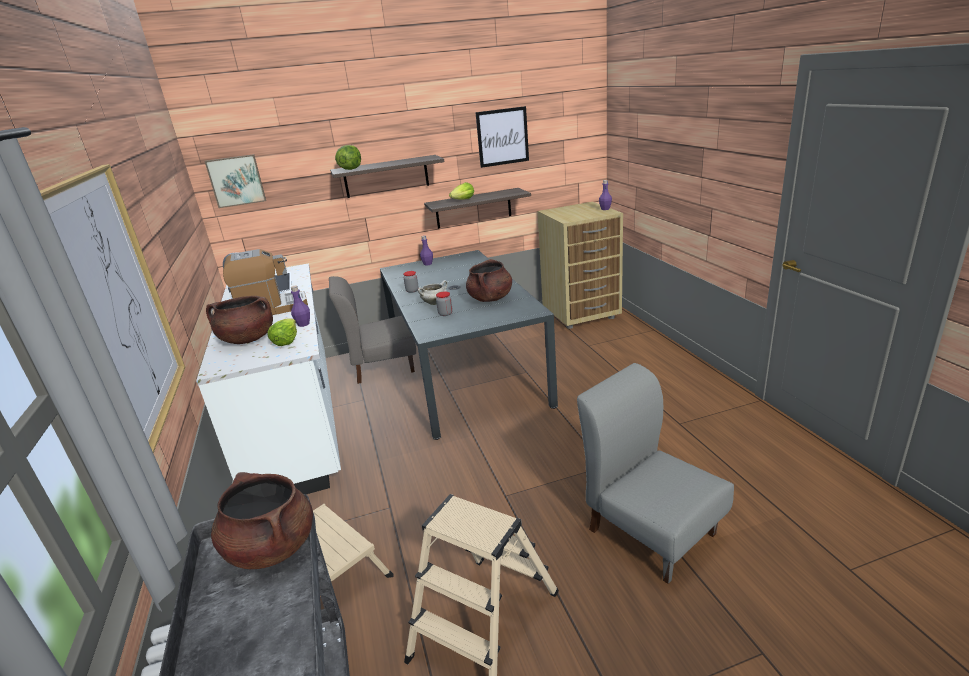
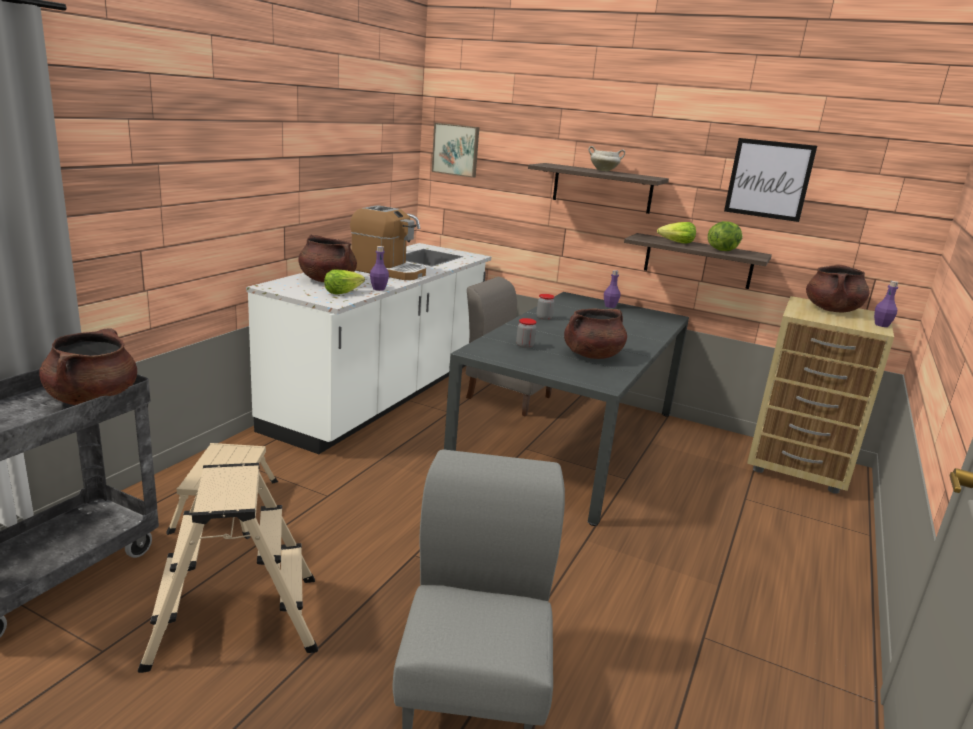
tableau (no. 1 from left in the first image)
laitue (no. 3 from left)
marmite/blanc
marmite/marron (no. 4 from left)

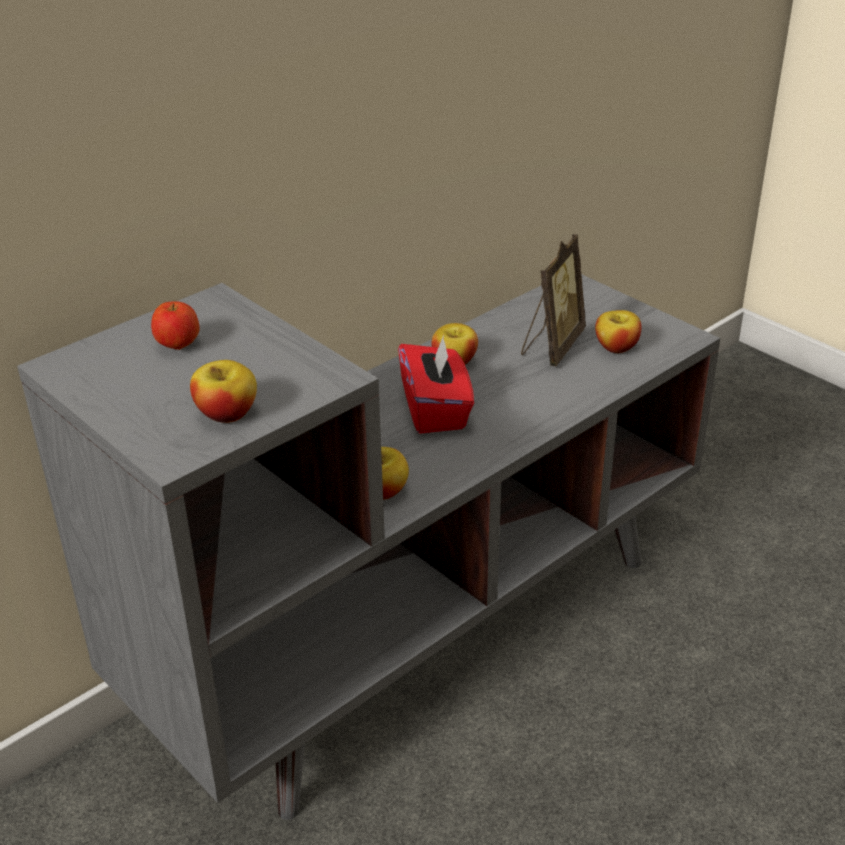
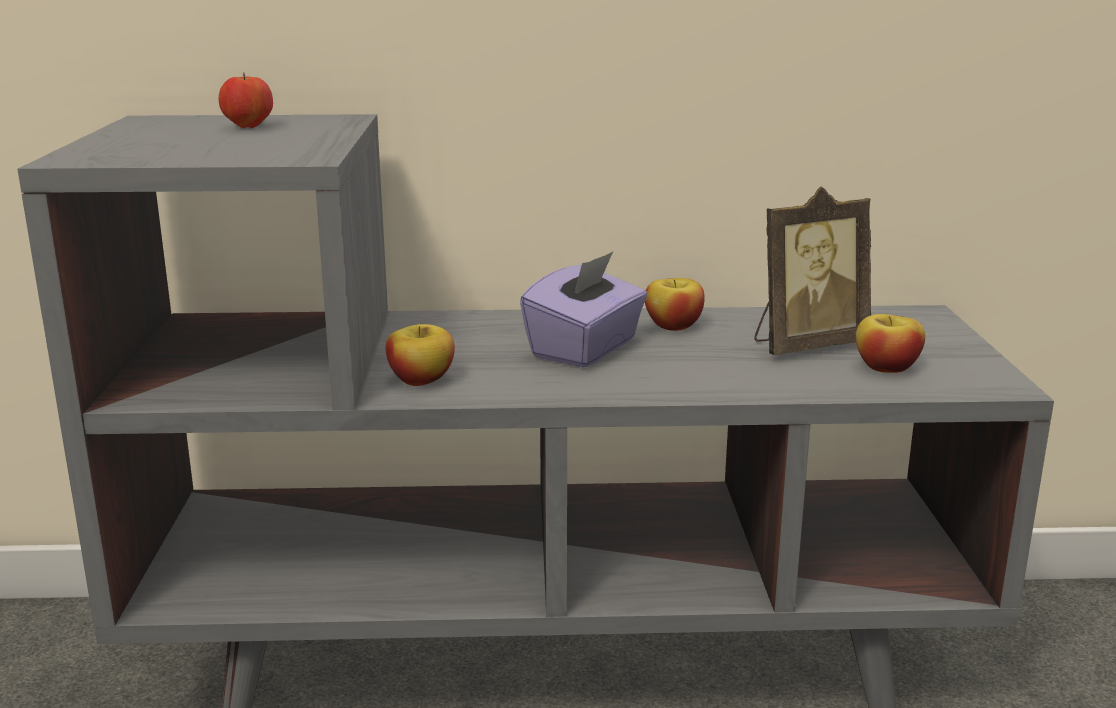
pomme (no. 2 from left in the first image)
boîte à mouchoirs/violet

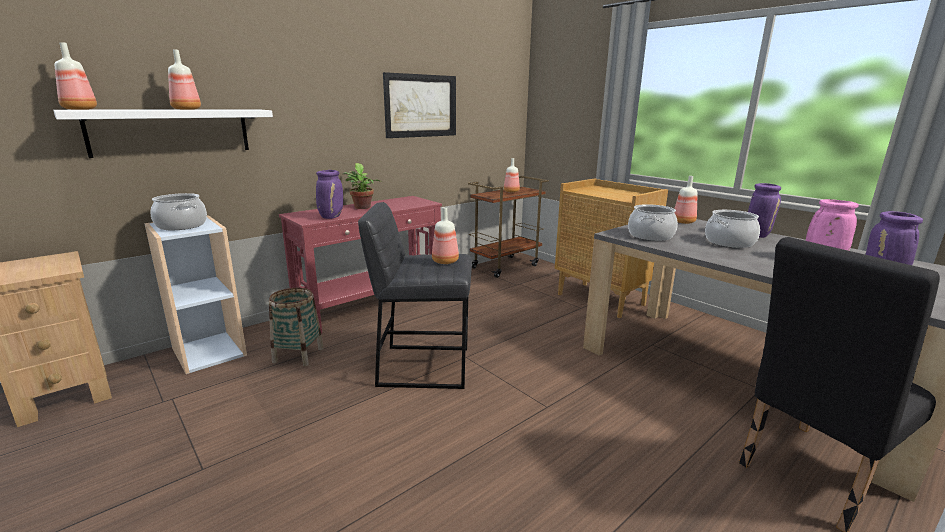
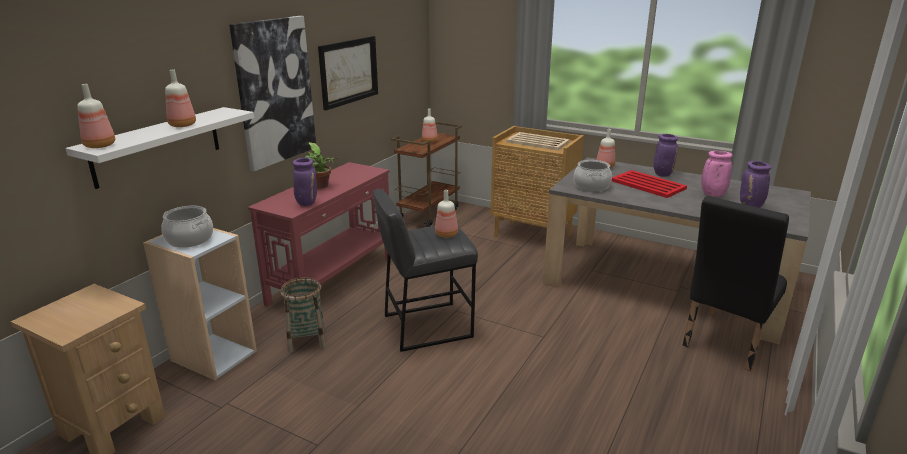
plateau/rouge
tableau (no. 1 from left)
plateau/beige

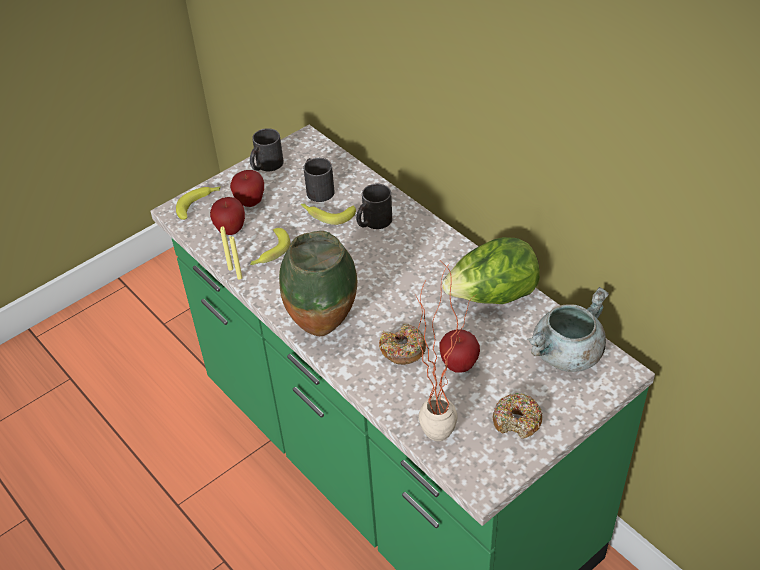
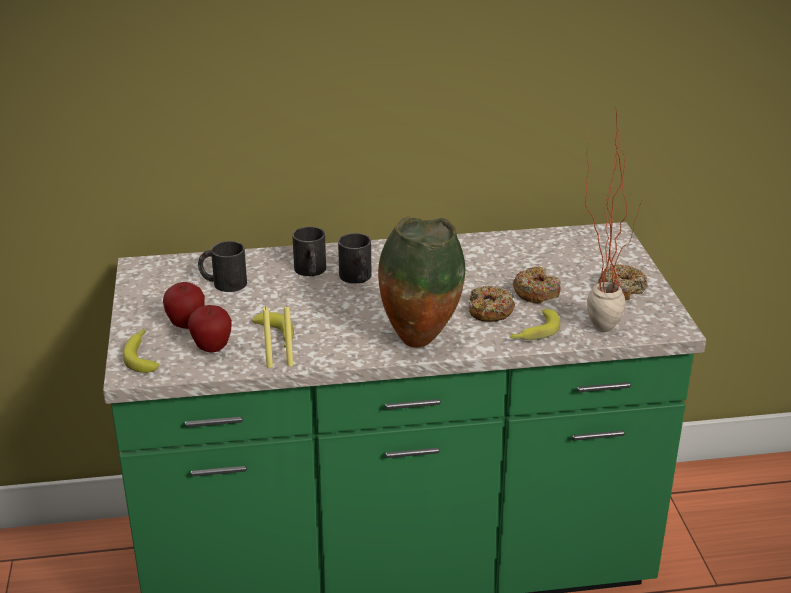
mug/noir (no. 3 from left)
banane (no. 3 from left)
beignet (no. 2 from left)
laitue
marmite/gris

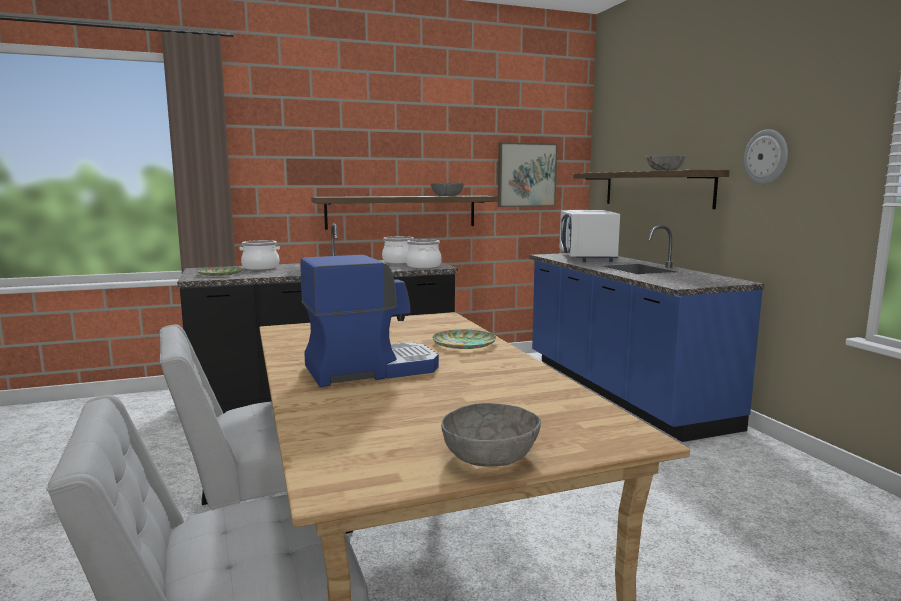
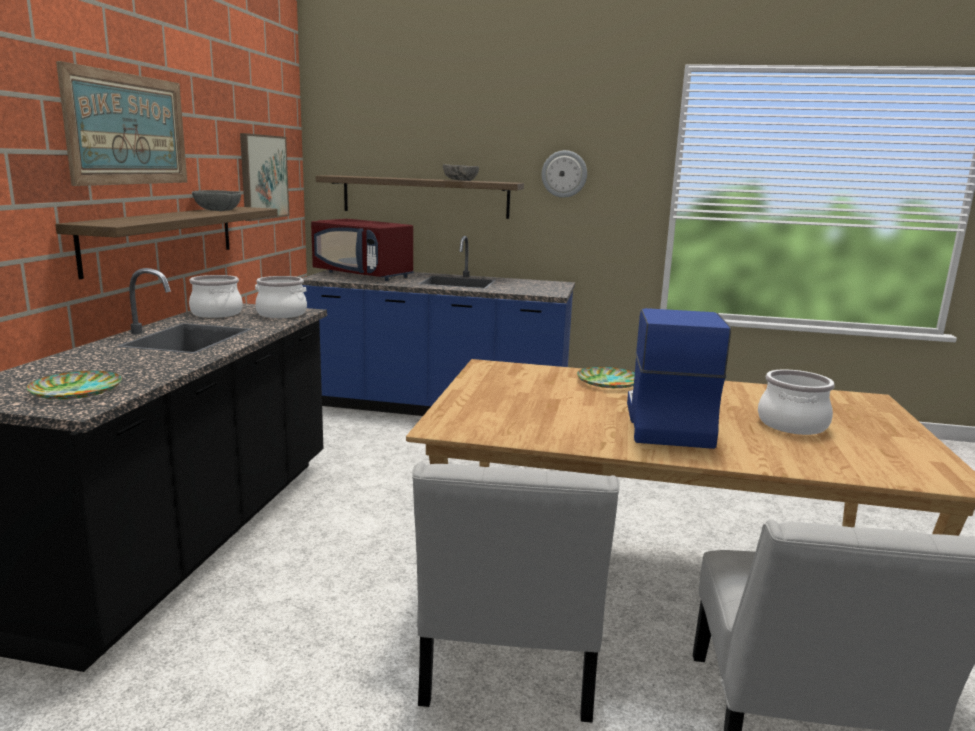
marmite (no. 3 from left)
bol/gris (no. 2 from left in the first image)
micro-ondes/rouge
tableau (no. 1 from left)

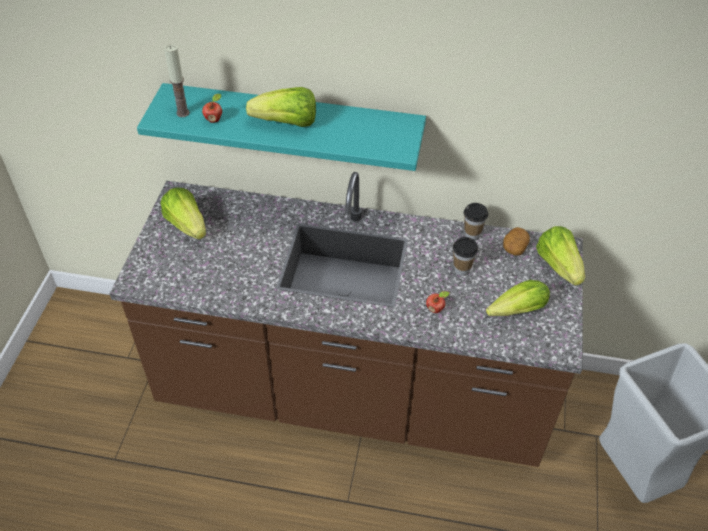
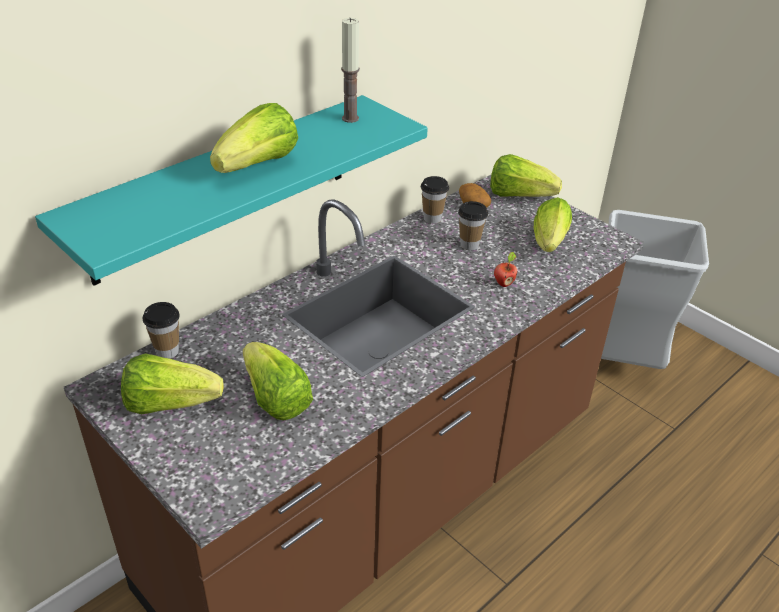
bougie
pomme (no. 1 from left in the first image)
tasse (no. 1 from left)
laitue (no. 3 from left)

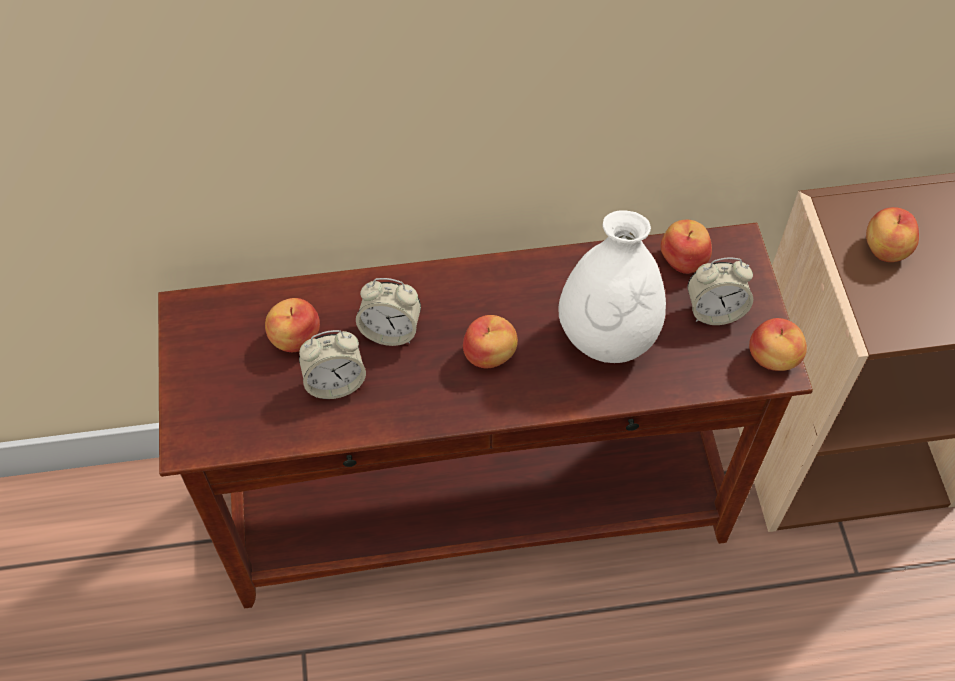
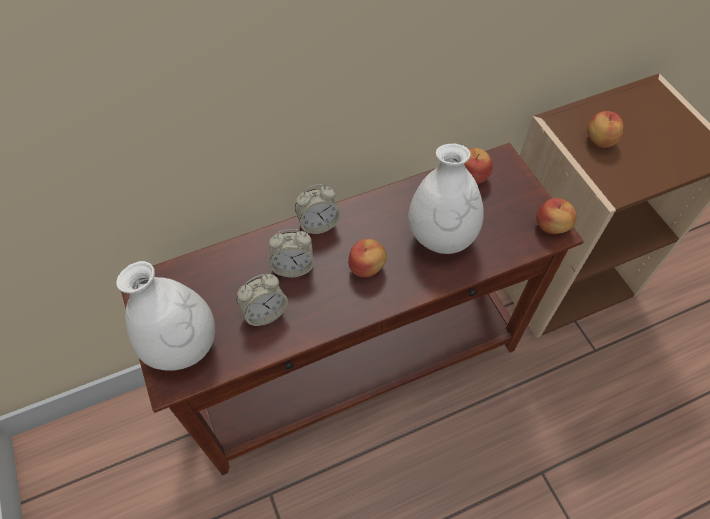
pomme (no. 1 from left in the first image)
réveil (no. 3 from left)
vase/blanc (no. 1 from left)

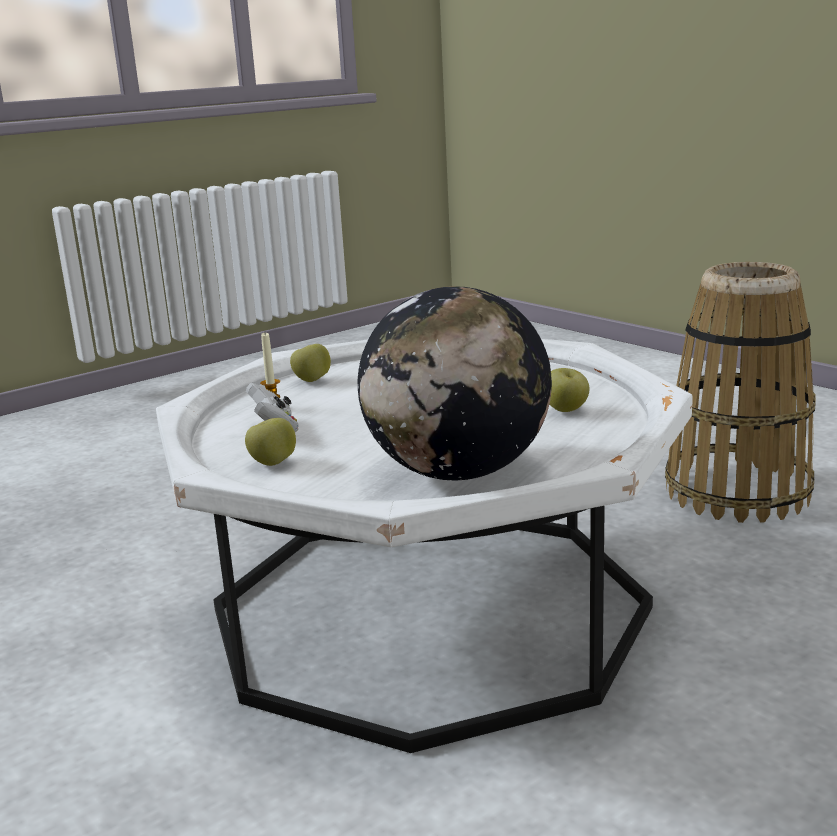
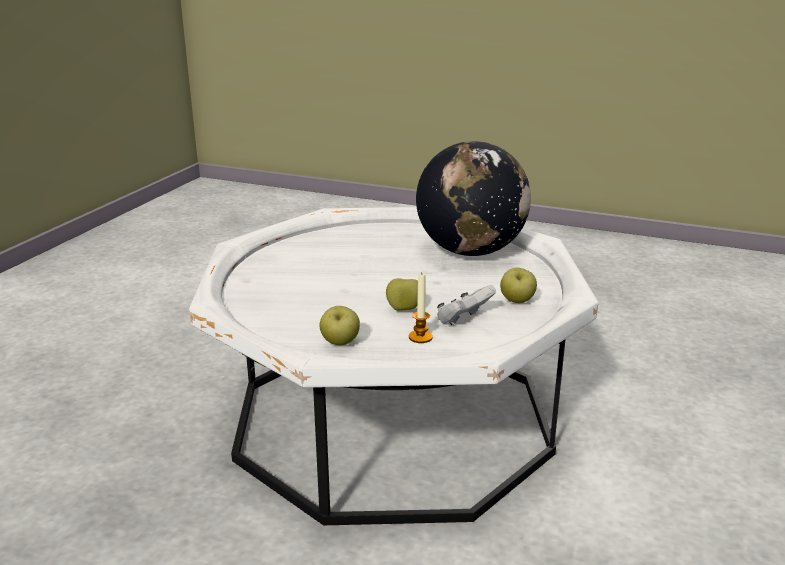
pomme (no. 2 from left)
panier

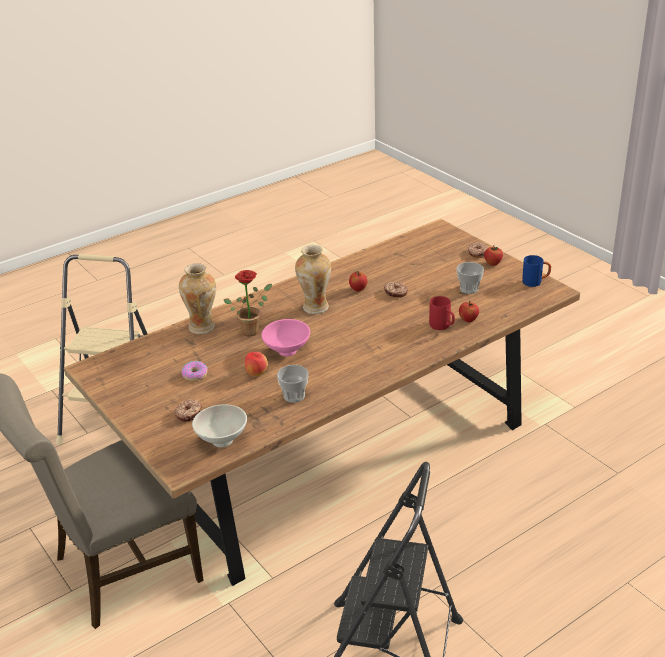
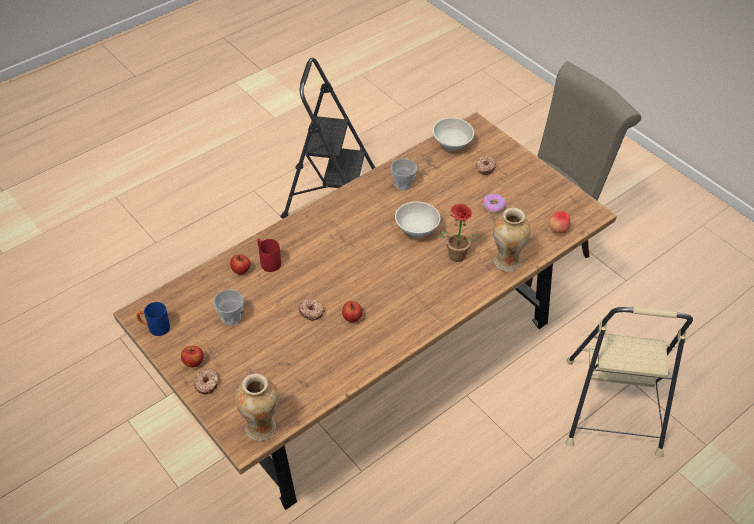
pomme (no. 4 from left)
bol/blanc (no. 1 from left)
vase (no. 1 from left)

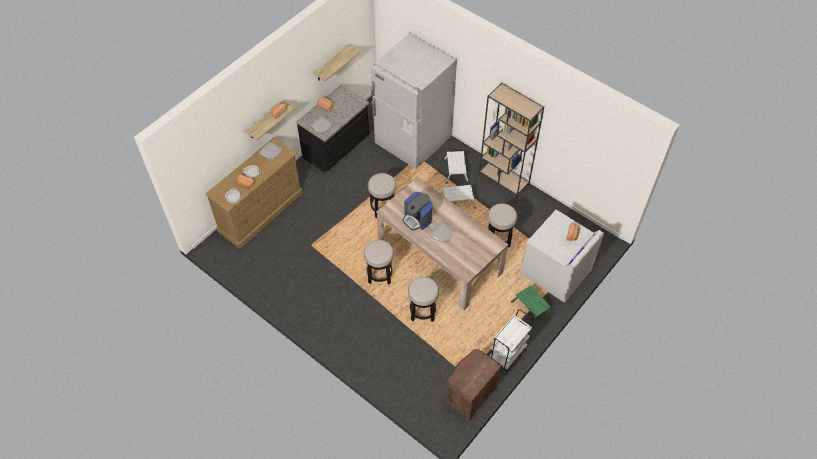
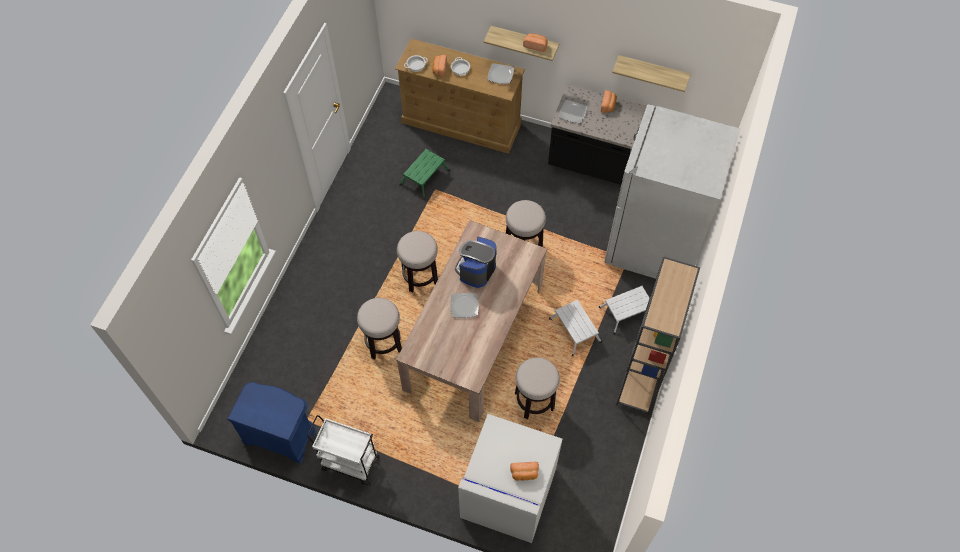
table de chevet/bleu
escabeau/vert

